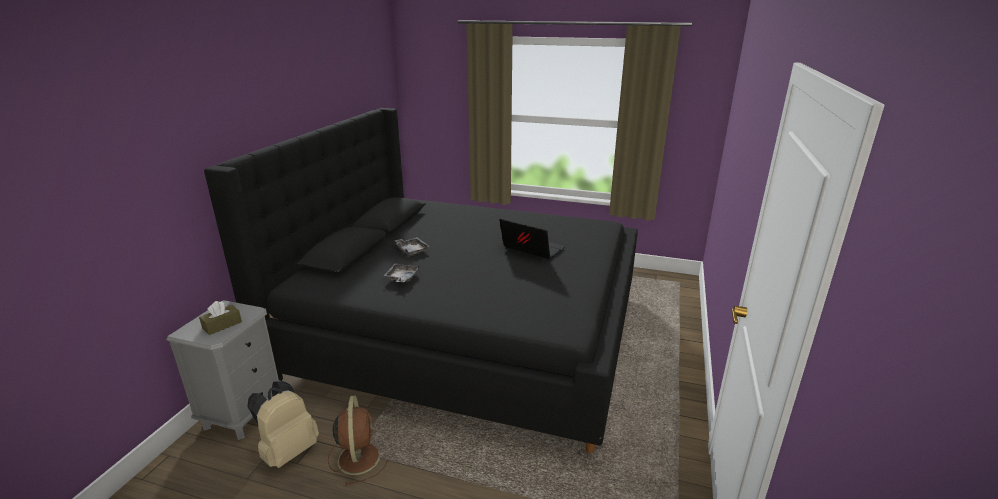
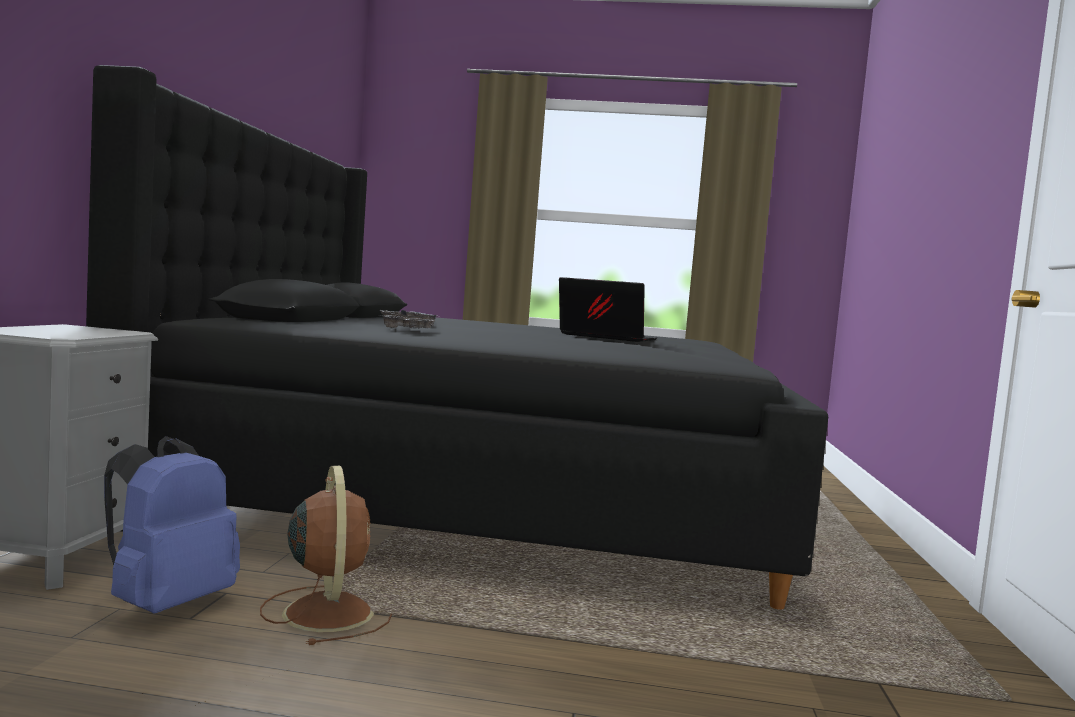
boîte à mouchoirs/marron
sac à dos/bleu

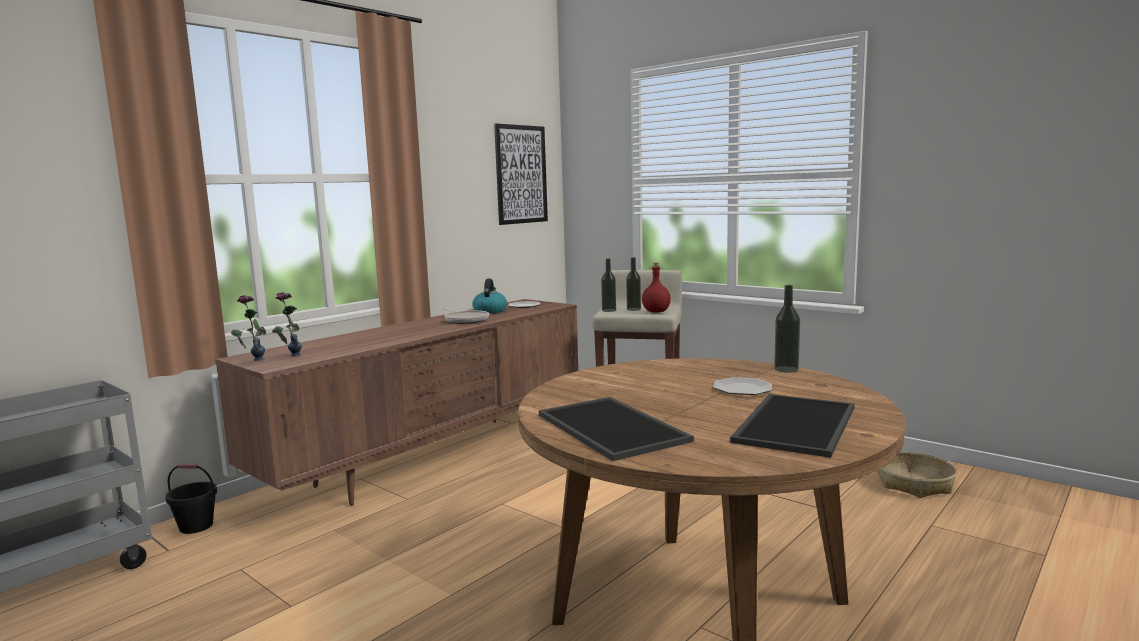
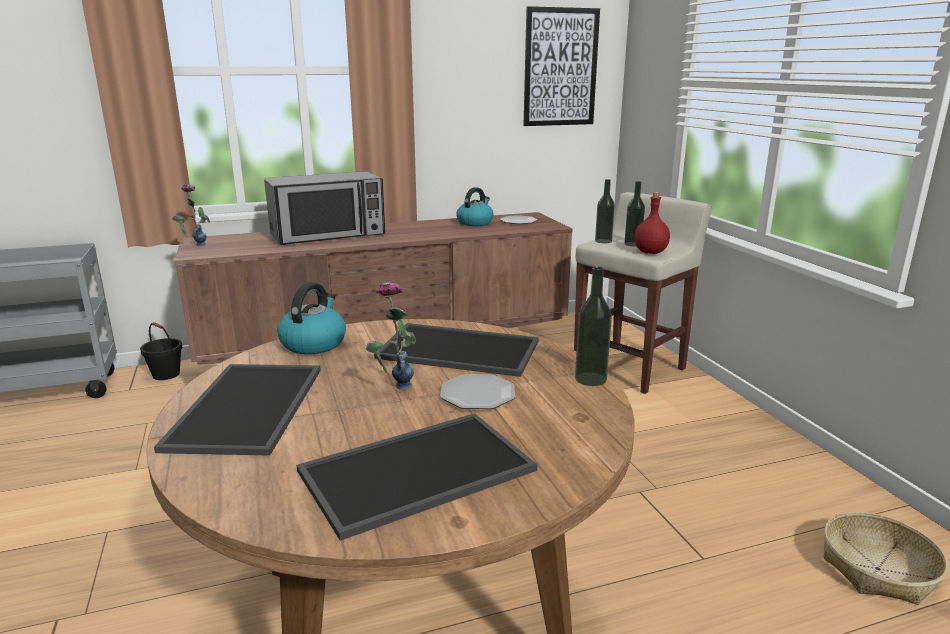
vase (no. 2 from left)
poêle
micro-ondes
bouilloire (no. 1 from left)
plateau (no. 3 from left)

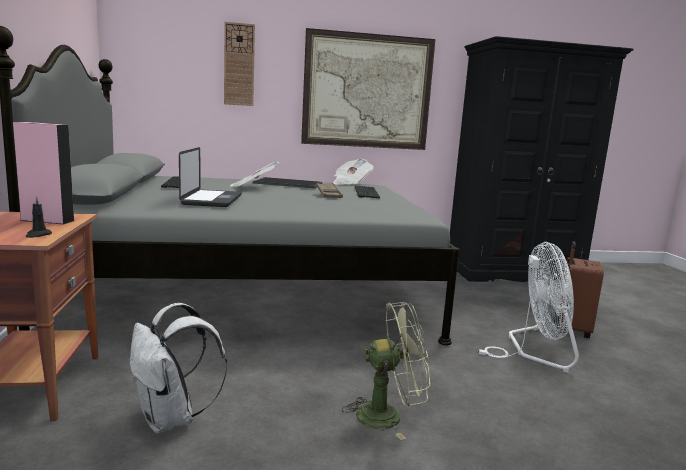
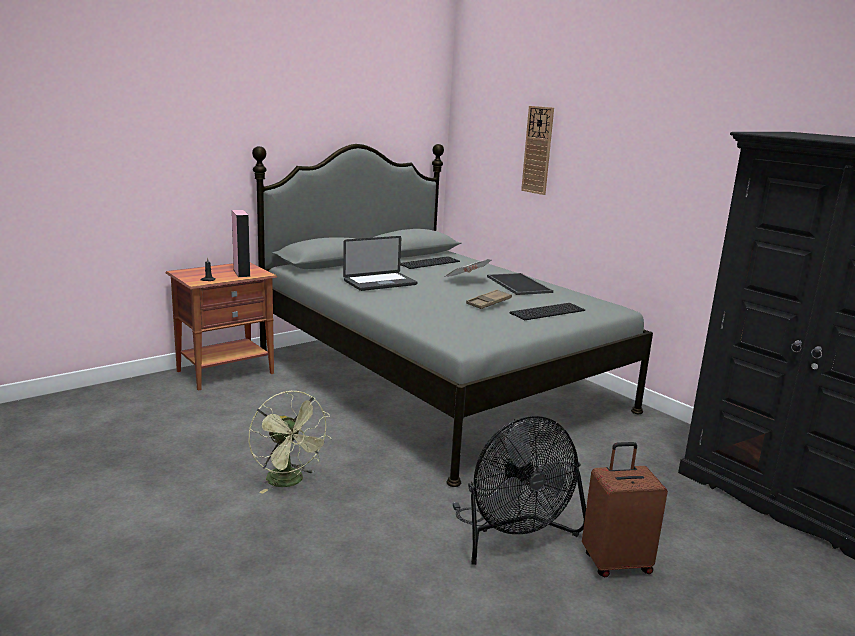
sac à dos/blanc
tableau
journal (no. 2 from left in the first image)
ventilateur/noir

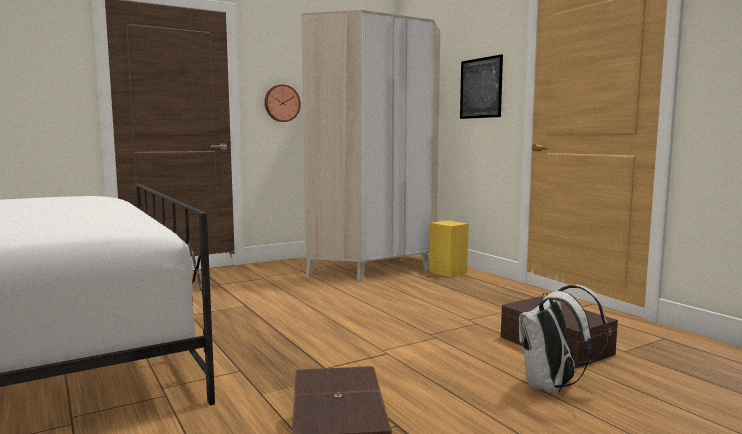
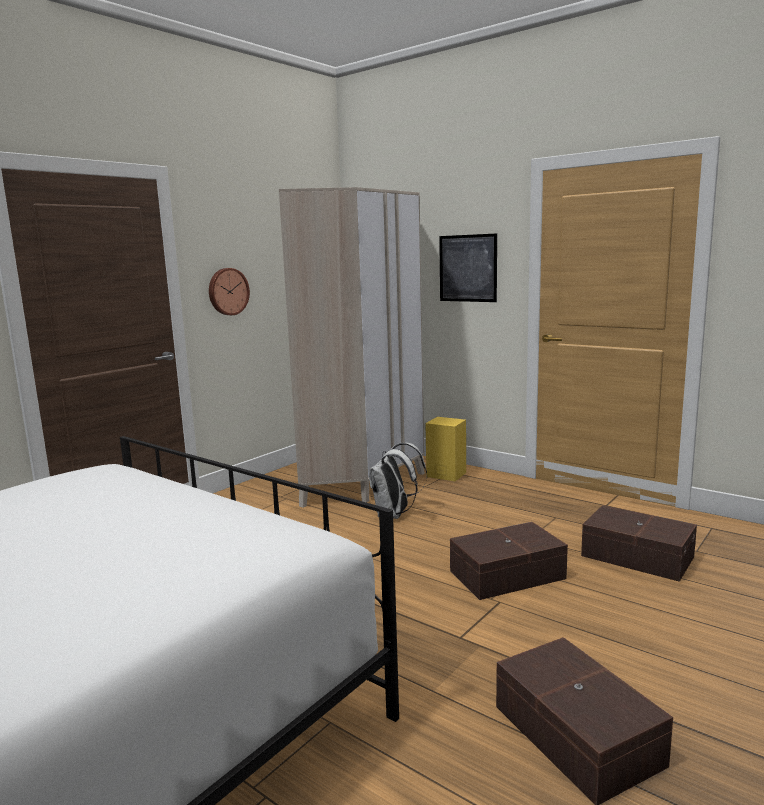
sac à dos/blanc
boîte de rangement/marron (no. 1 from left)

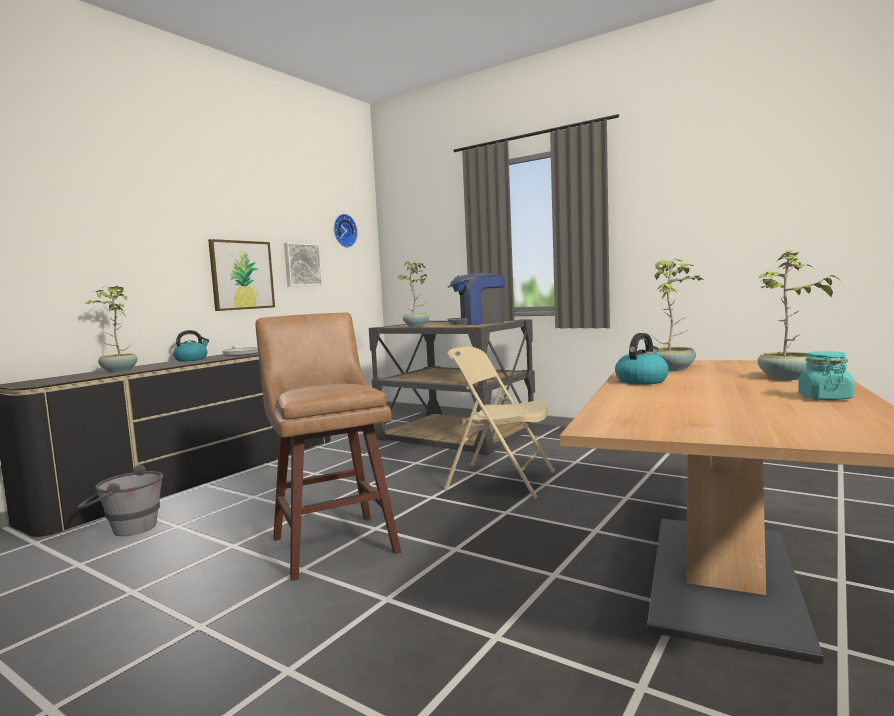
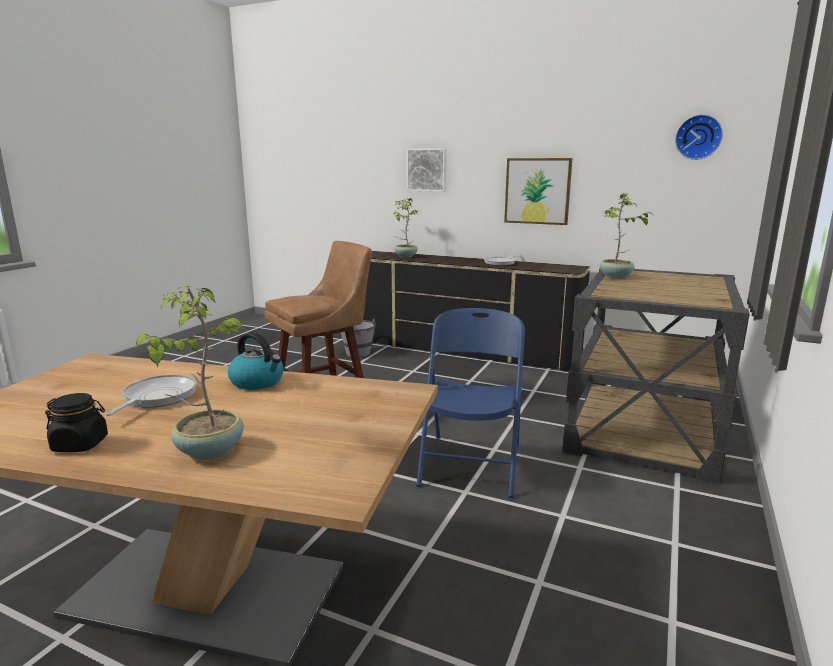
bouilloire (no. 1 from left in the first image)
tableau (no. 1 from left)
chaise/bleu
machine à café
plante en pot (no. 3 from left in the first image)
bocal/noir
poêle (no. 1 from left)

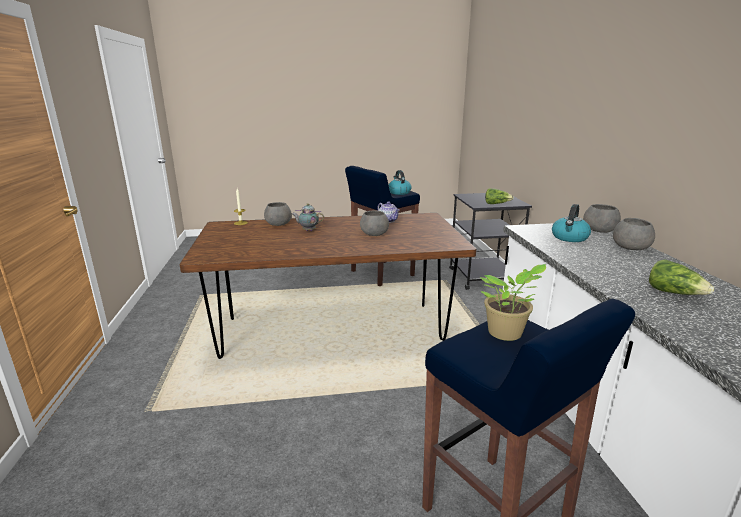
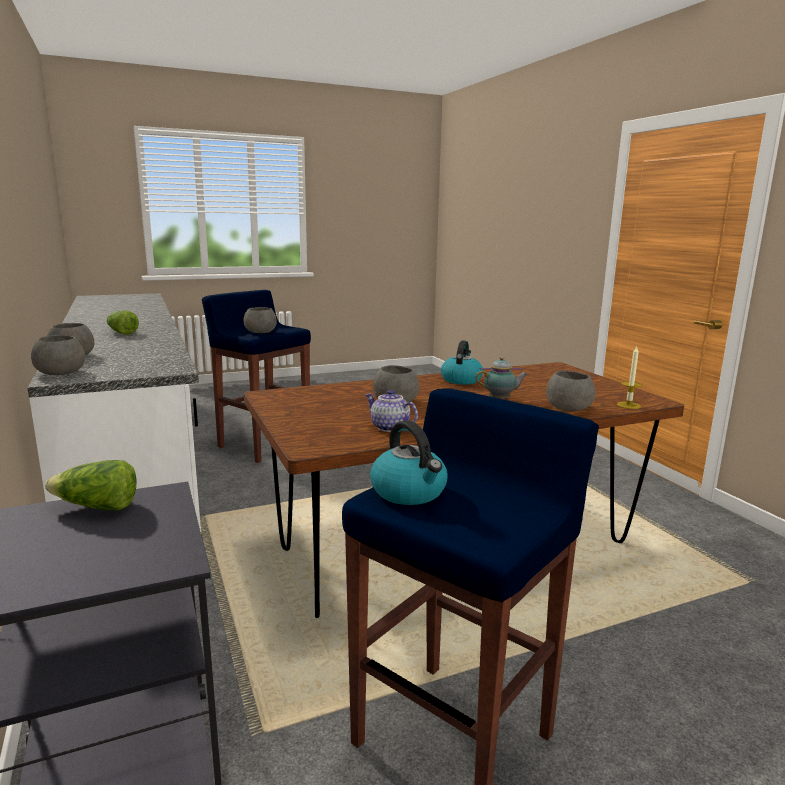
bol/gris (no. 3 from left)
bouilloire (no. 2 from left)

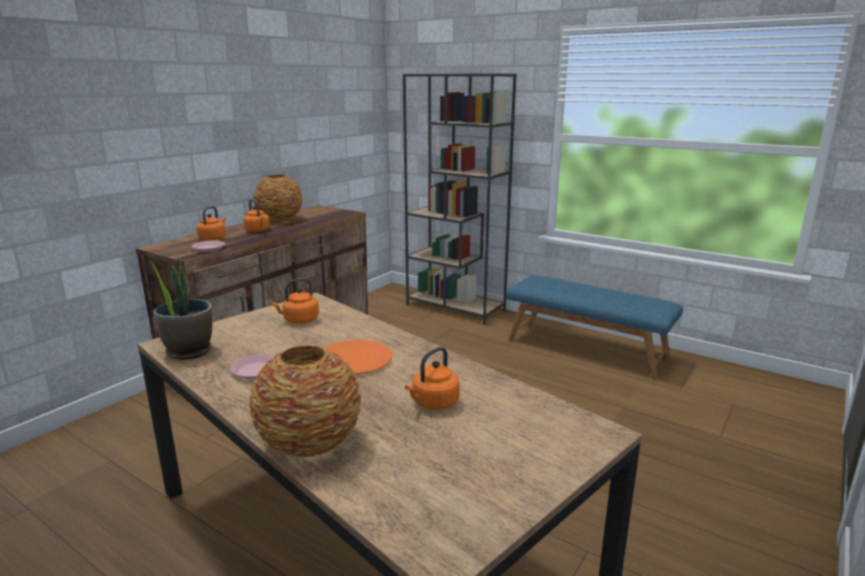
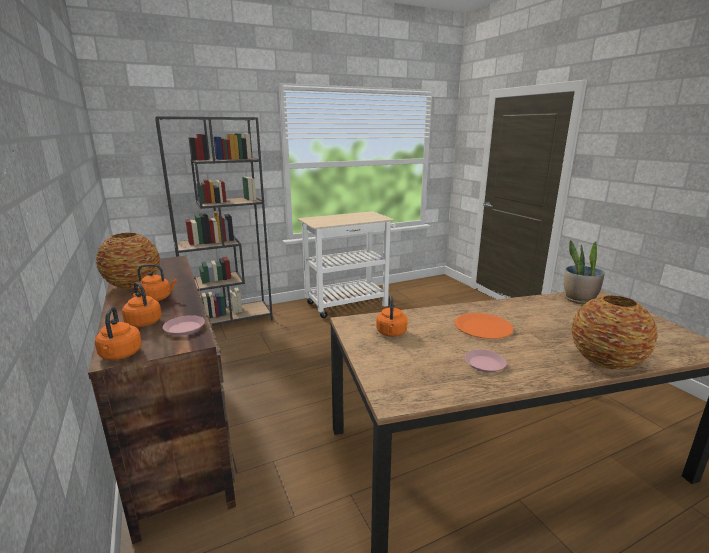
plante en pot
bouilloire/orange (no. 1 from left)
chariot/blanc

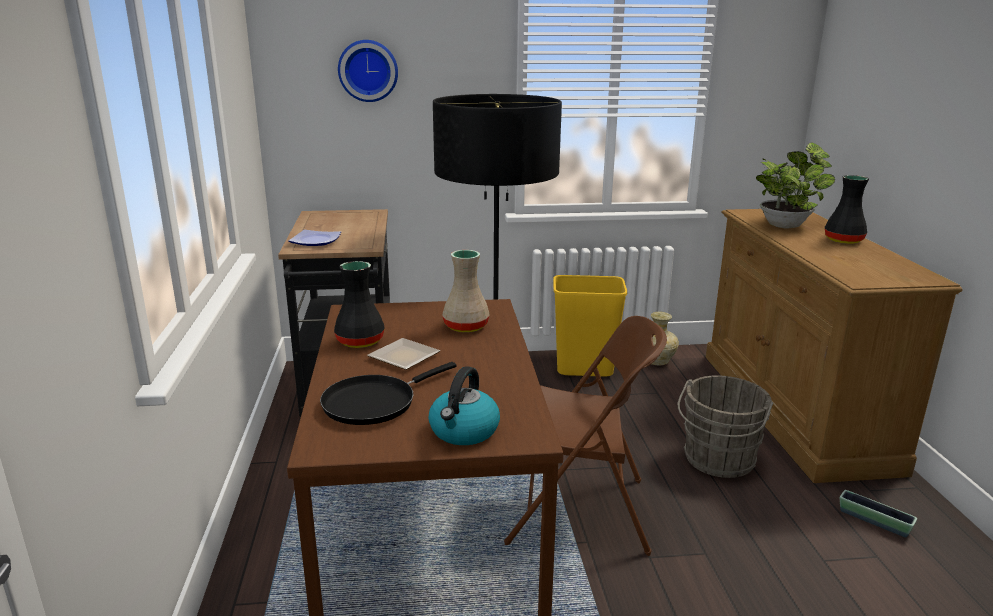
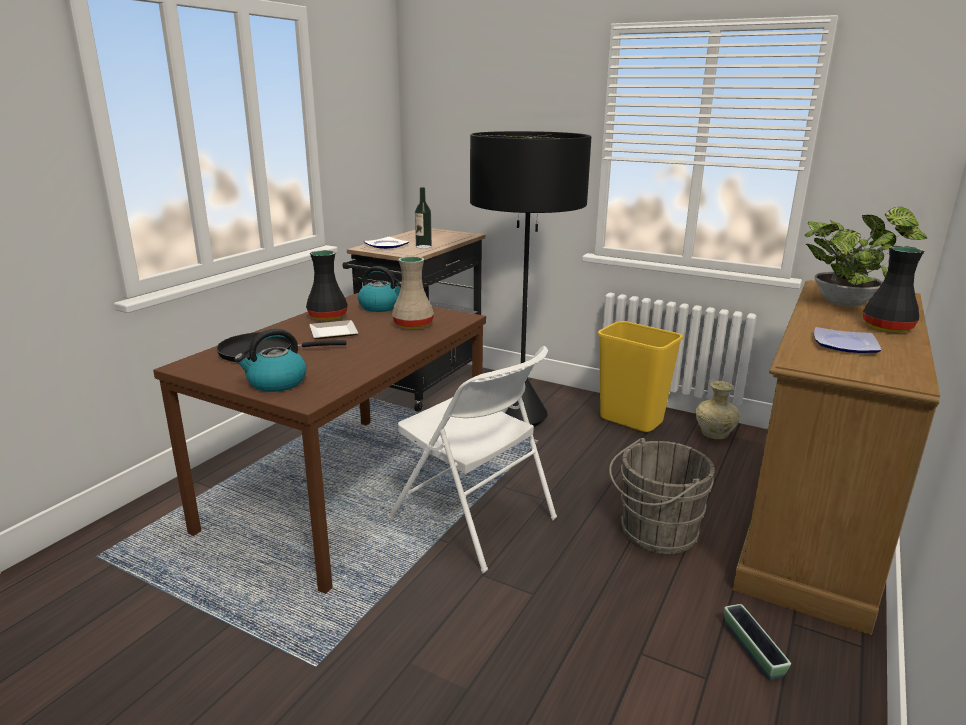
horloge murale
chaise/blanc
bouilloire (no. 2 from left)
bouteille
assiette (no. 3 from left)

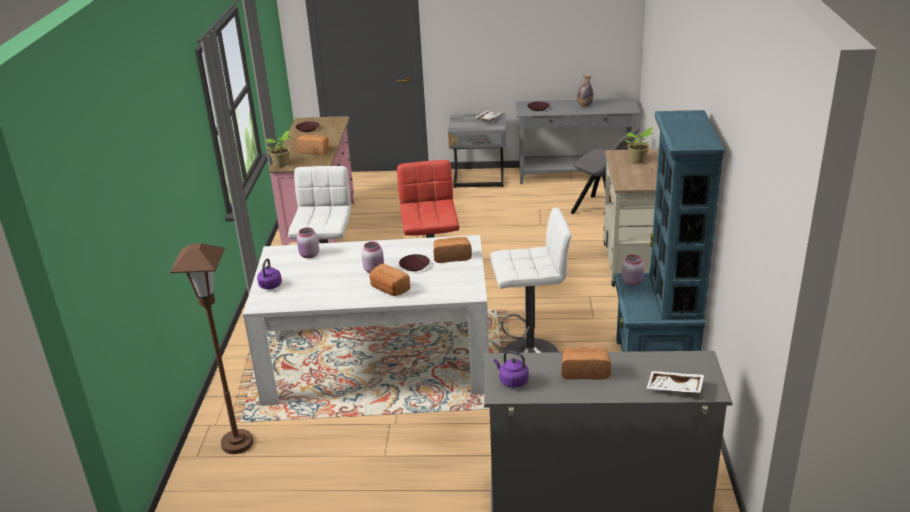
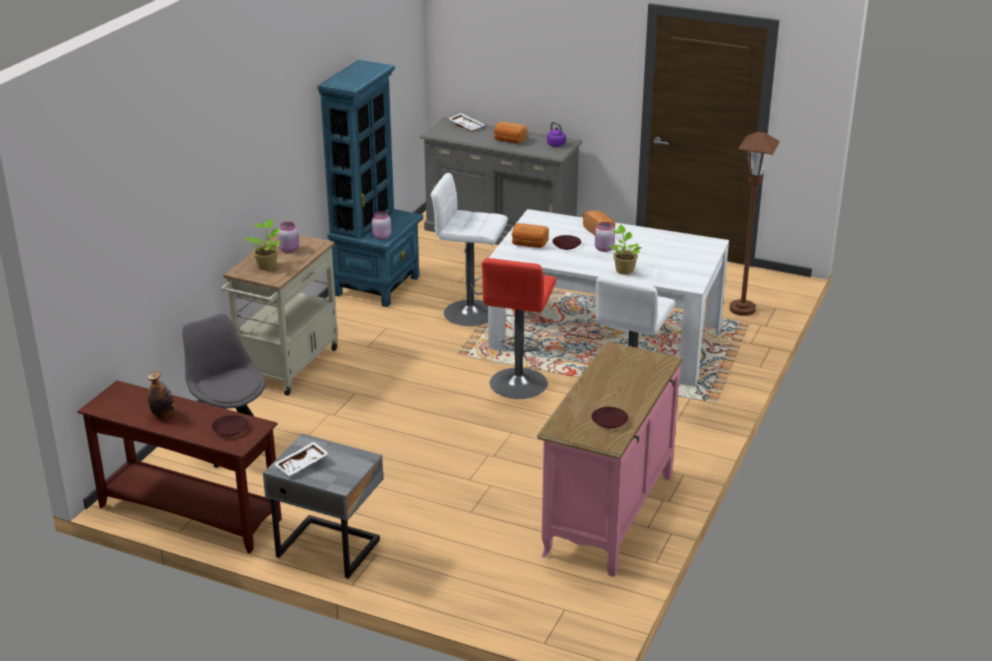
bouilloire/violet (no. 1 from left in the first image)
plante en pot (no. 2 from left)
pain (no. 1 from left in the first image)
bocal/rose (no. 1 from left)
table console/marron

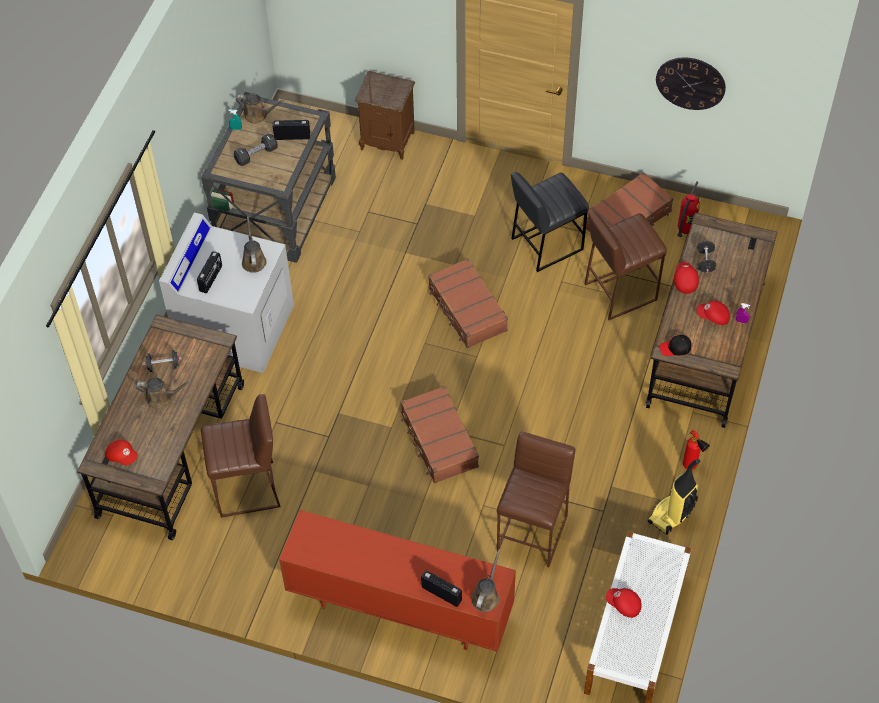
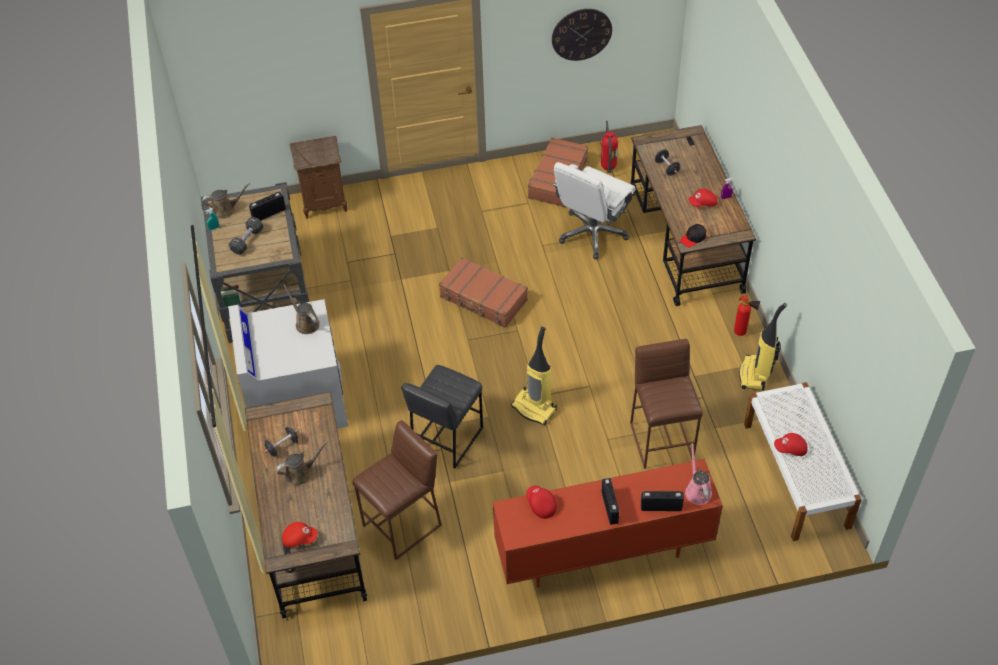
radio (no. 2 from left)
aspirateur (no. 1 from left)
arrosoir/rose
tabouret/gris
chaise de bureau/blanc
casquette/rouge (no. 2 from left)

